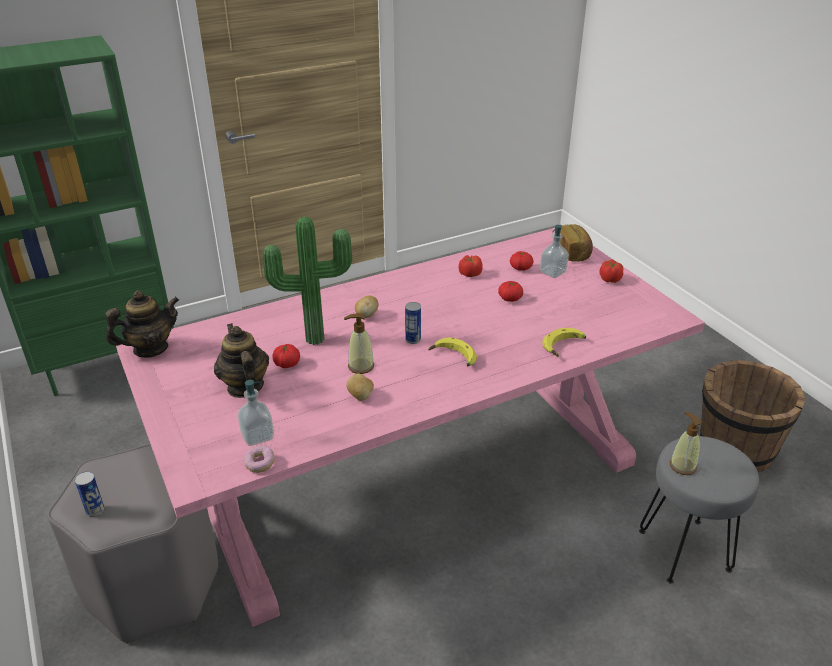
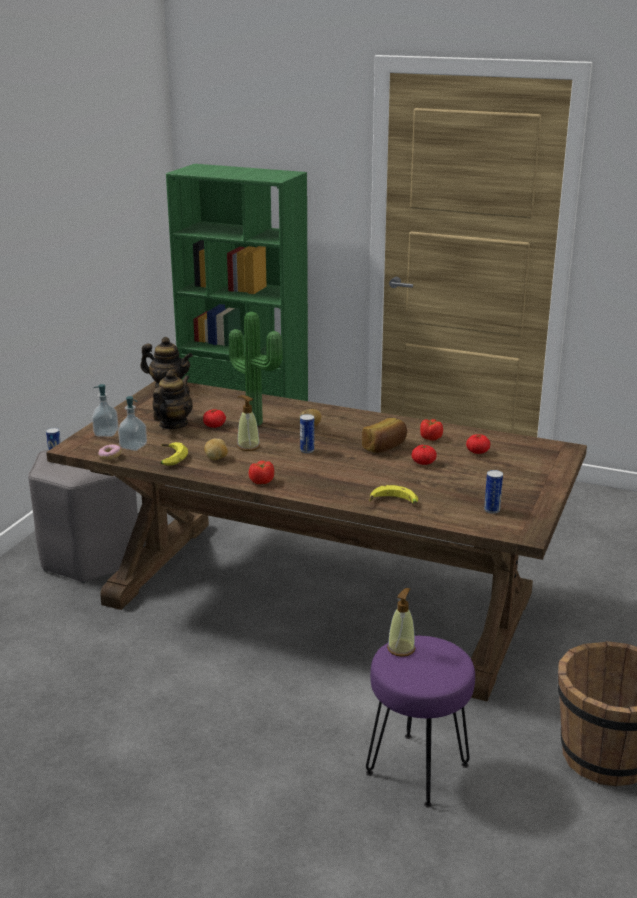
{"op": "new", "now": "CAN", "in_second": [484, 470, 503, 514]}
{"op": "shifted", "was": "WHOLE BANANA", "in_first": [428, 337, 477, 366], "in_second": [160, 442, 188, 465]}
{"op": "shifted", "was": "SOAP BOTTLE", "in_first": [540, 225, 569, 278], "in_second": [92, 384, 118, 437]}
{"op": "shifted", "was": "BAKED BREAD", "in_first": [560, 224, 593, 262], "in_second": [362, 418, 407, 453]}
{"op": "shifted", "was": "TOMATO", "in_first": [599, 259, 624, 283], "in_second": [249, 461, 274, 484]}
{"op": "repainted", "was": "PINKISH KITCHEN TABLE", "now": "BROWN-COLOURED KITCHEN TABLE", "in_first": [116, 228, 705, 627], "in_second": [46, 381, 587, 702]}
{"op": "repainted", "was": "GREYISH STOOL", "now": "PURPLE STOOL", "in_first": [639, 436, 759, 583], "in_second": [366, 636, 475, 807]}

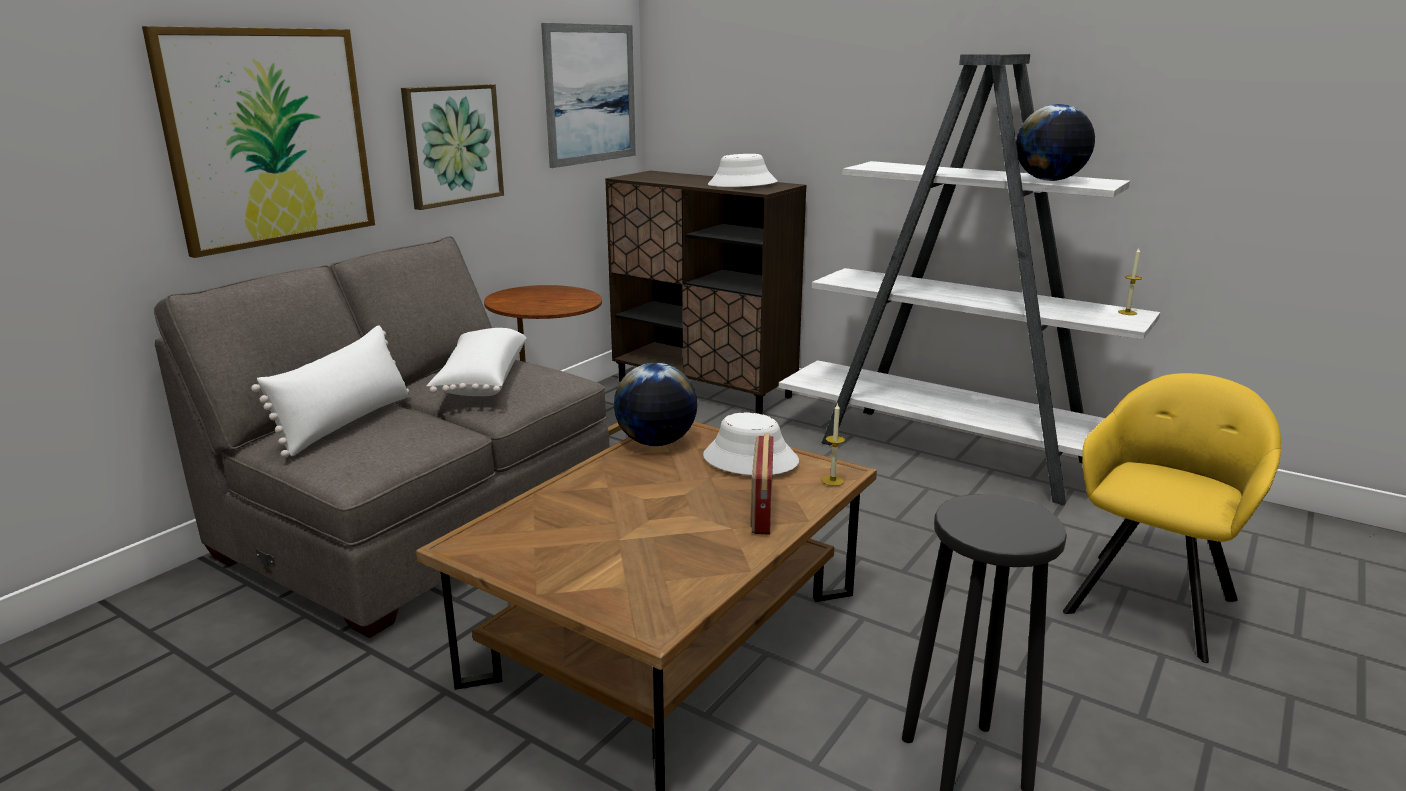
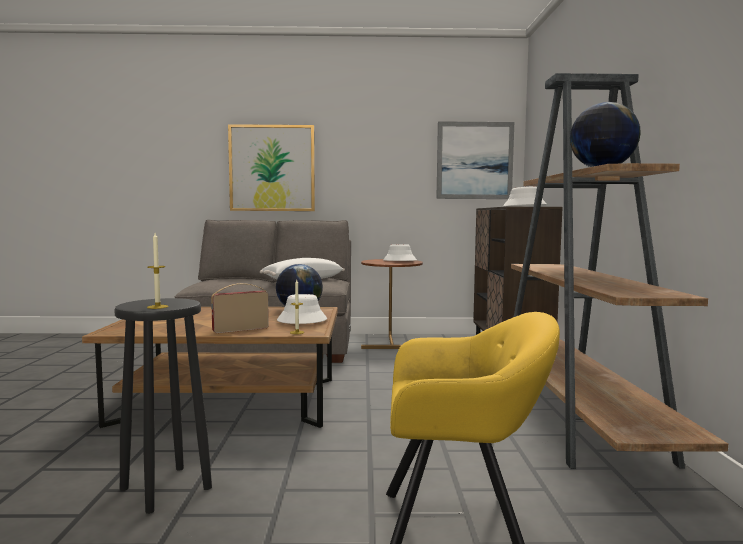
{"op": "gone", "was": "WHITISH CUSHION", "in_first": [251, 325, 409, 458]}
{"op": "gone", "was": "PICTURE", "in_first": [401, 84, 504, 210]}
{"op": "new", "now": "WHITISH WEARABLE HAT", "in_second": [383, 244, 417, 261]}
{"op": "shifted", "was": "CANDLE", "in_first": [1118, 248, 1142, 315], "in_second": [147, 233, 169, 309]}
{"op": "repainted", "was": "WHITISH BOOKSHELF", "now": "BROWN-COLOURED BOOKSHELF", "in_first": [779, 54, 1160, 505], "in_second": [511, 73, 728, 469]}

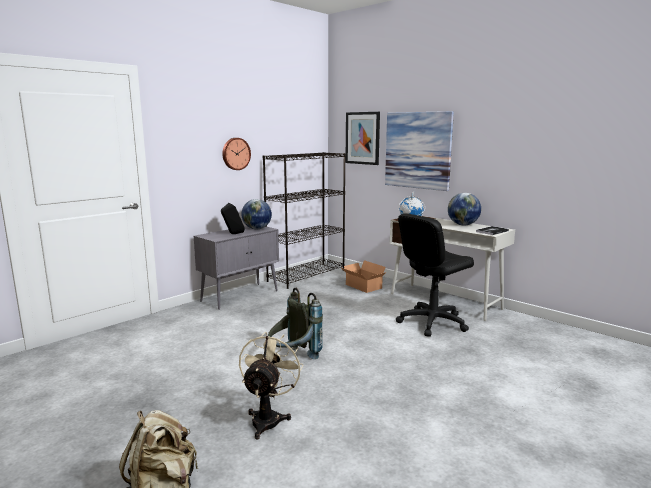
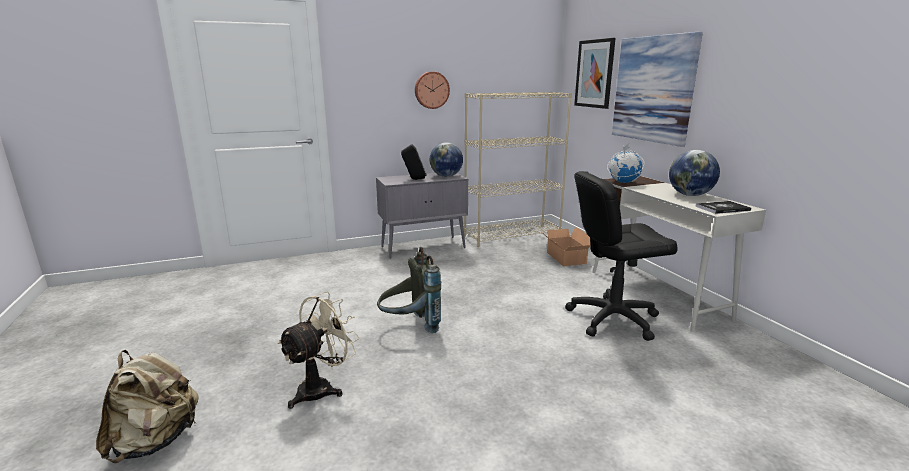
{"op": "repainted", "was": "BLACK BOOKSHELF", "now": "BEIGE-COLOURED BOOKSHELF", "in_first": [263, 152, 346, 289], "in_second": [464, 92, 572, 247]}

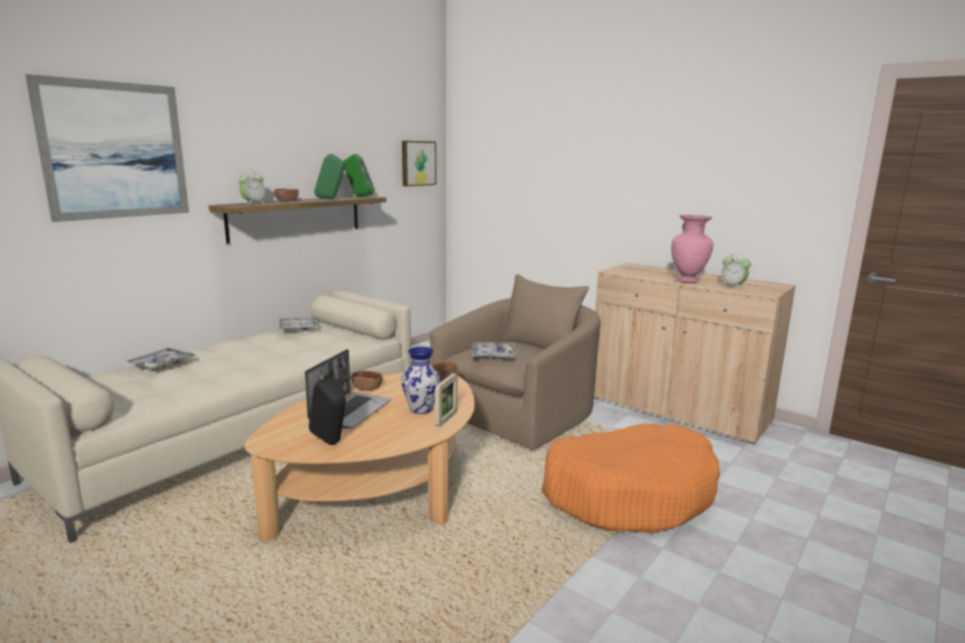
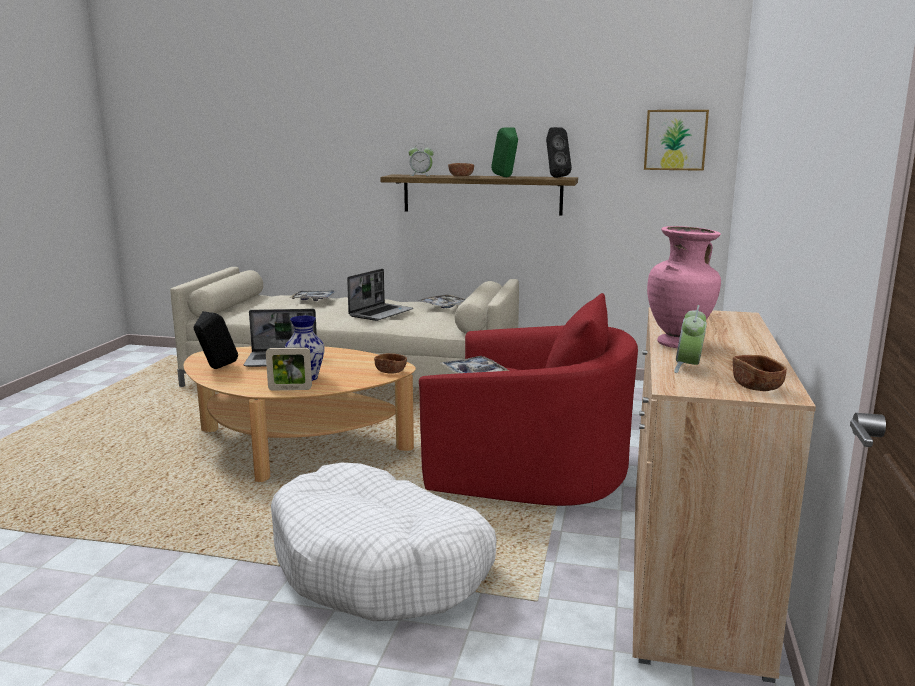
{"op": "gone", "was": "PICTURE", "in_first": [25, 74, 189, 222]}
{"op": "new", "now": "PORTABLE COMPUTER", "in_second": [347, 269, 413, 321]}
{"op": "shifted", "was": "BROWN-COLOURED BOWL", "in_first": [351, 370, 383, 391], "in_second": [733, 355, 787, 391]}
{"op": "repainted", "was": "GREEN LOUDSPEAKER", "now": "BLACK LOUDSPEAKER", "in_first": [344, 154, 374, 197], "in_second": [546, 127, 572, 178]}
{"op": "repainted", "was": "BEIGE-COLOURED EASY CHAIR", "now": "REDDISH EASY CHAIR", "in_first": [430, 274, 601, 450], "in_second": [419, 293, 638, 506]}
{"op": "repainted", "was": "ORANGE DOG CUSHION", "now": "WHITISH DOG CUSHION", "in_first": [541, 423, 720, 533], "in_second": [271, 463, 497, 621]}

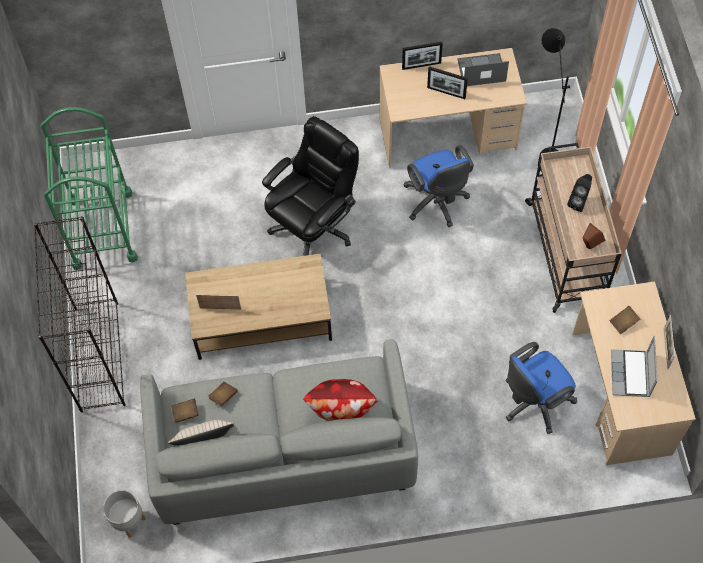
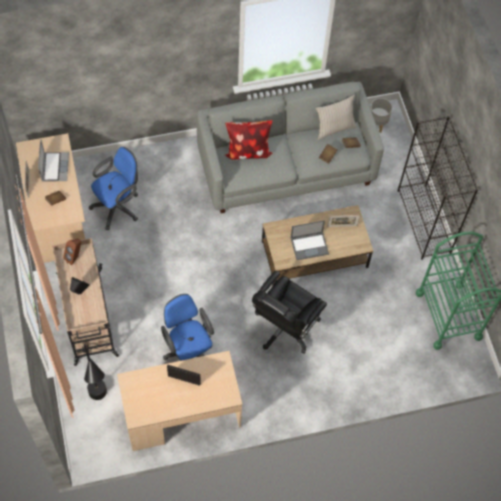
{"op": "gone", "was": "PHOTO FRAME", "in_first": [402, 42, 443, 70]}
{"op": "shifted", "was": "PORTABLE COMPUTER", "in_first": [458, 53, 509, 86], "in_second": [291, 220, 329, 260]}

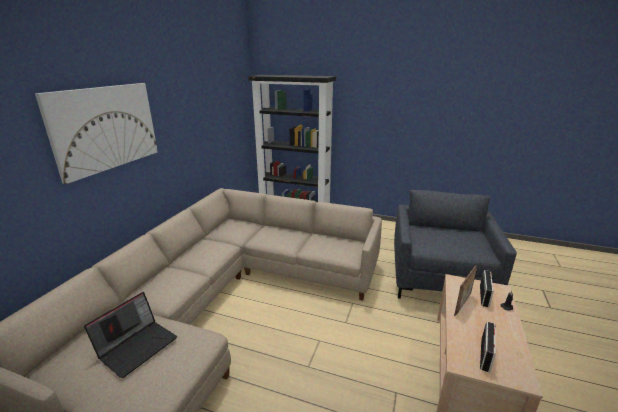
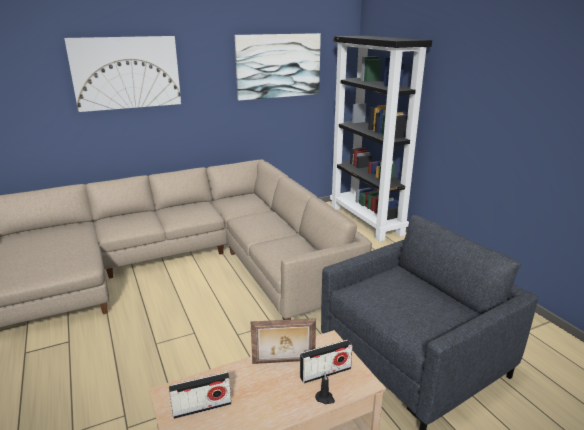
{"op": "gone", "was": "PORTABLE COMPUTER", "in_first": [84, 292, 177, 378]}
{"op": "new", "now": "PICTURE", "in_second": [235, 33, 321, 101]}

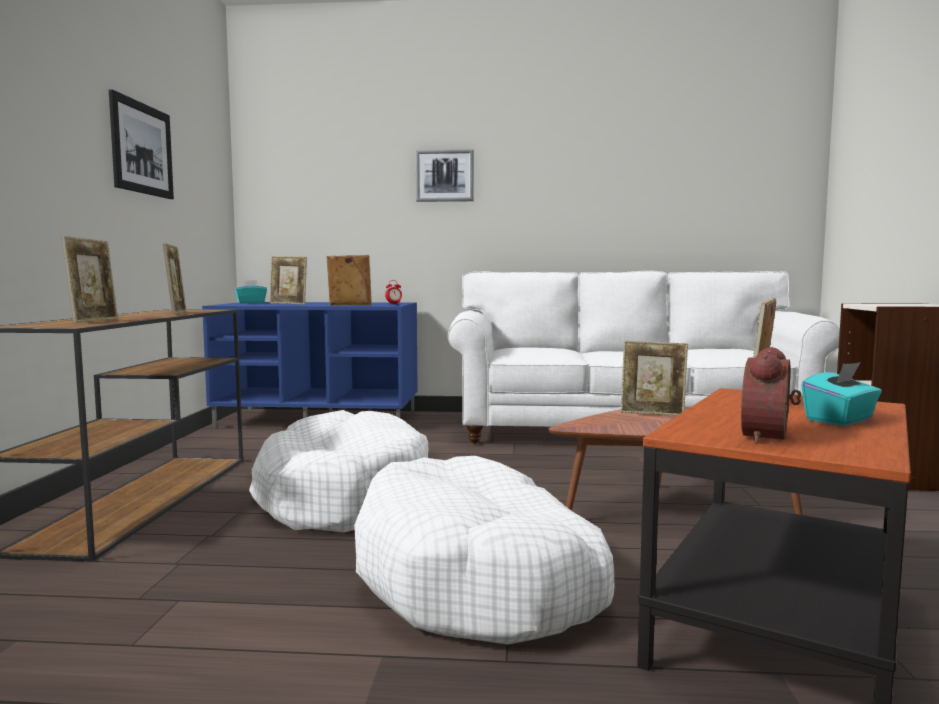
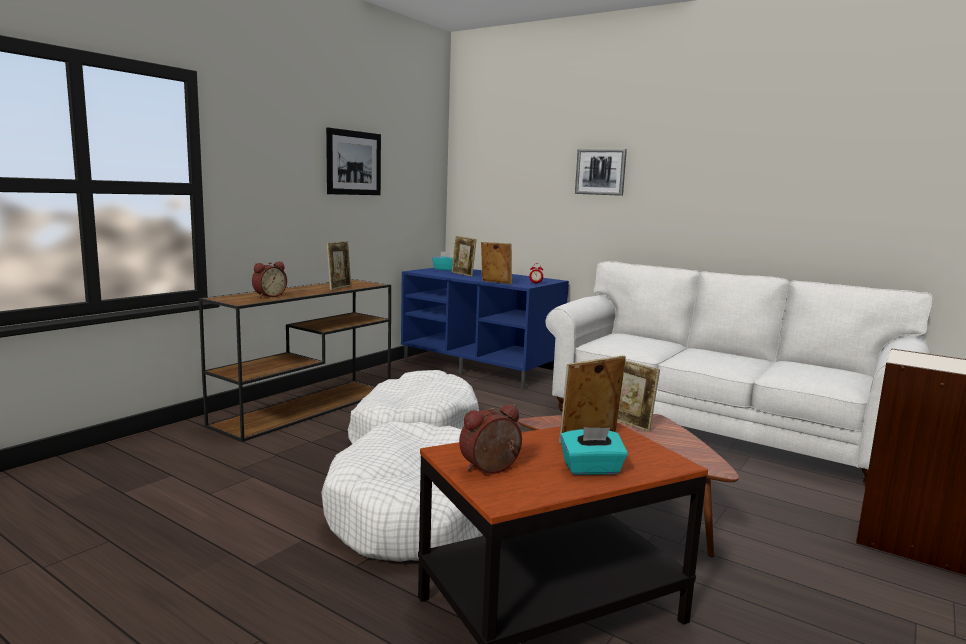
{"op": "swapped", "was": "PHOTO FRAME", "now": "ALARM CLOCK", "in_first": [62, 236, 118, 323], "in_second": [252, 262, 287, 298]}

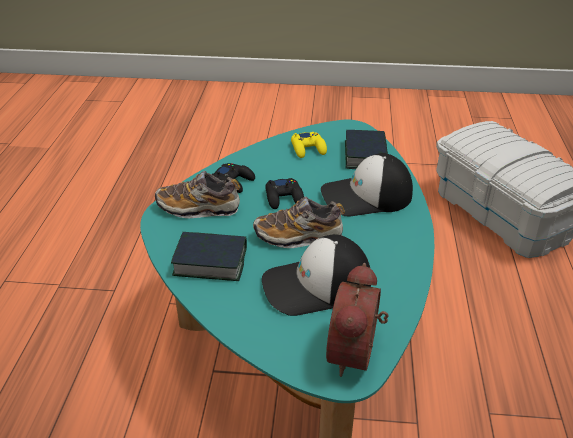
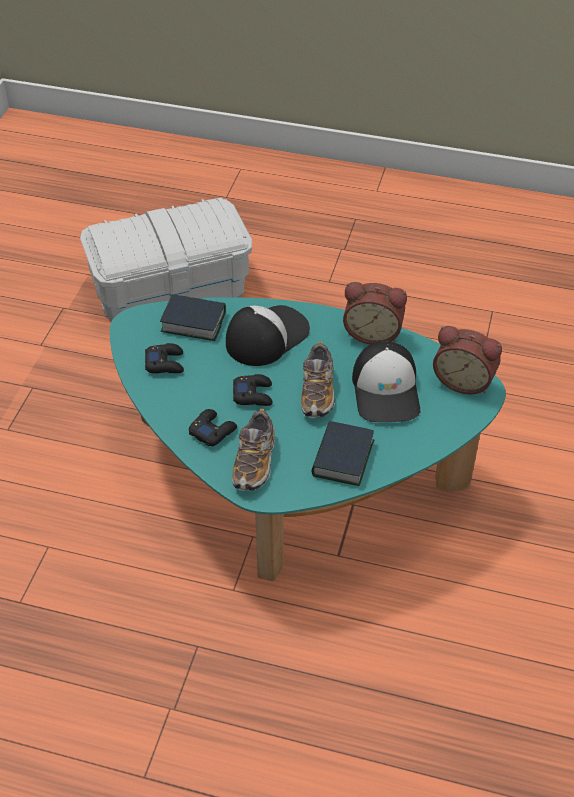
{"op": "new", "now": "ALARM CLOCK", "in_second": [343, 282, 407, 345]}
{"op": "repainted", "was": "YELLOW GAMEPAD", "now": "BLACK GAMEPAD", "in_first": [291, 132, 327, 158], "in_second": [145, 343, 184, 373]}
{"op": "rotated", "was": "PEAKED CAP", "in_first": [321, 153, 413, 216], "in_second": [226, 305, 310, 366], "clockwise": -135}

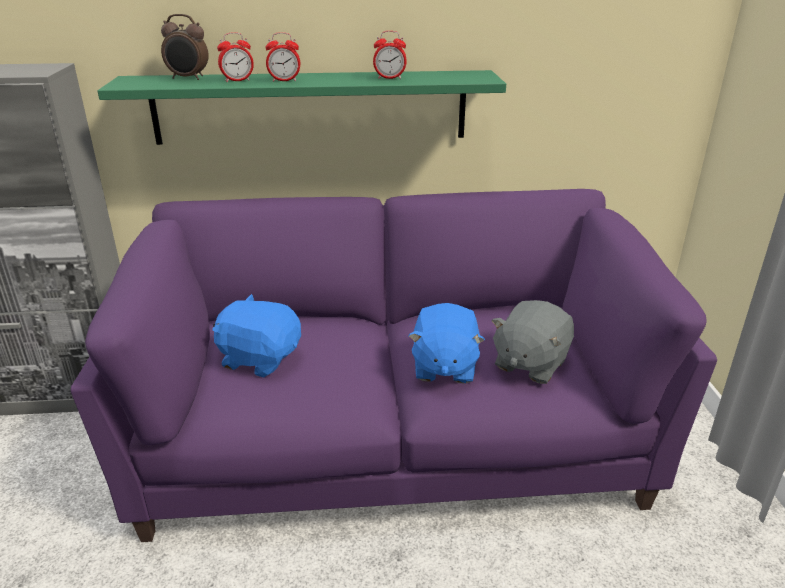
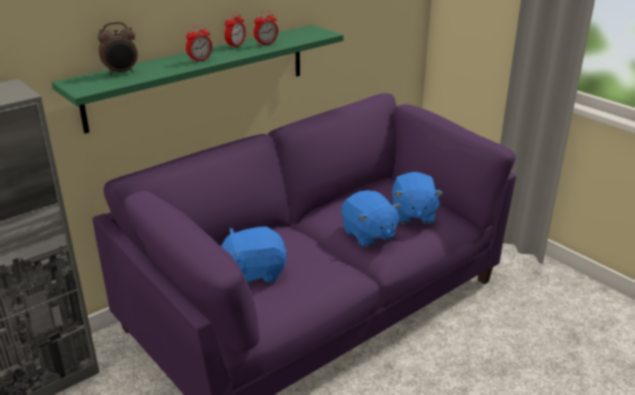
{"op": "shifted", "was": "ALARM CLOCK", "in_first": [217, 32, 254, 82], "in_second": [225, 12, 246, 49]}
{"op": "repainted", "was": "GREYISH CUDDLY TOY", "now": "BLUE-COLOURED CUDDLY TOY", "in_first": [492, 300, 574, 384], "in_second": [392, 172, 443, 224]}

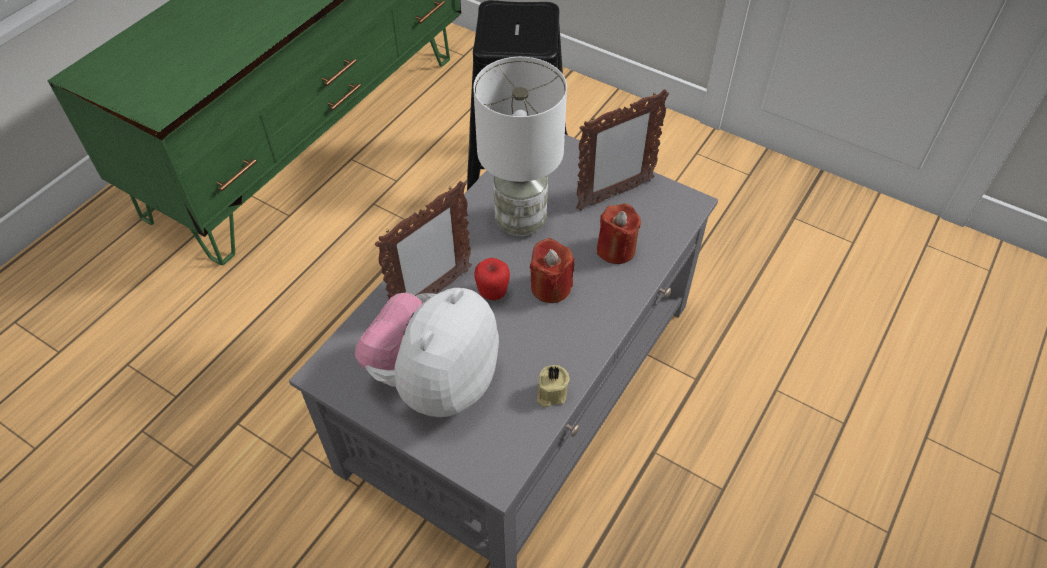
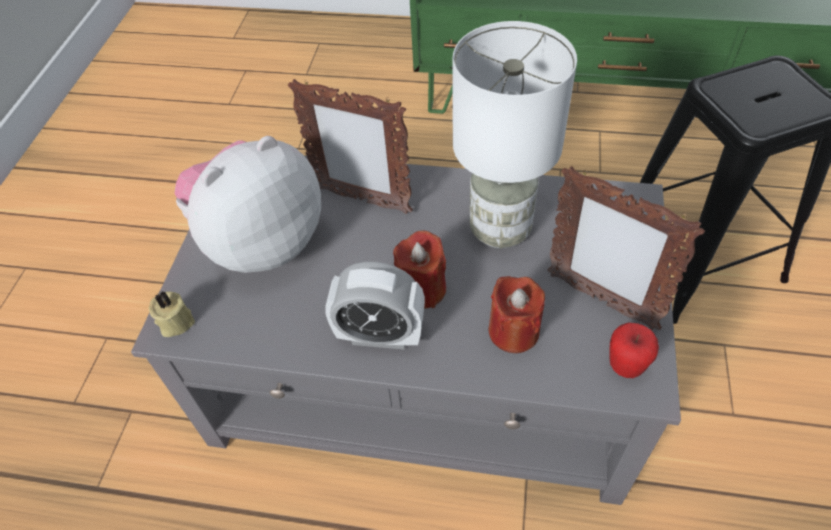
{"op": "new", "now": "ALARM CLOCK", "in_second": [325, 262, 425, 349]}
{"op": "shifted", "was": "APPLE FRUIT", "in_first": [474, 258, 510, 300], "in_second": [610, 322, 659, 378]}
{"op": "shifted", "was": "BEIGE-COLOURED CANDLE", "in_first": [537, 365, 569, 407], "in_second": [149, 291, 195, 337]}
{"op": "rotated", "was": "CUDDLY TOY", "in_first": [355, 288, 499, 417], "in_second": [175, 136, 321, 273], "clockwise": -45}

